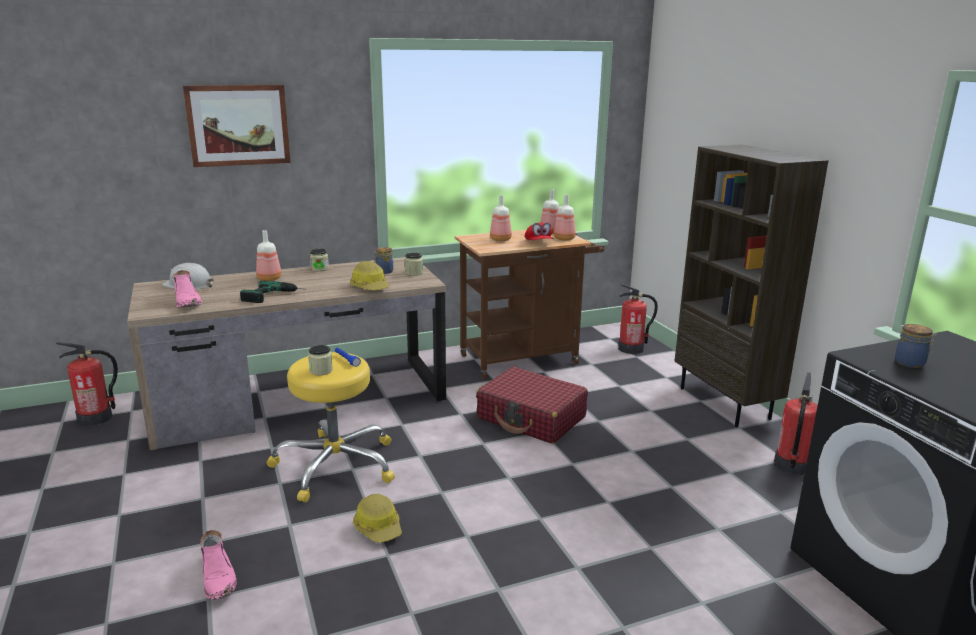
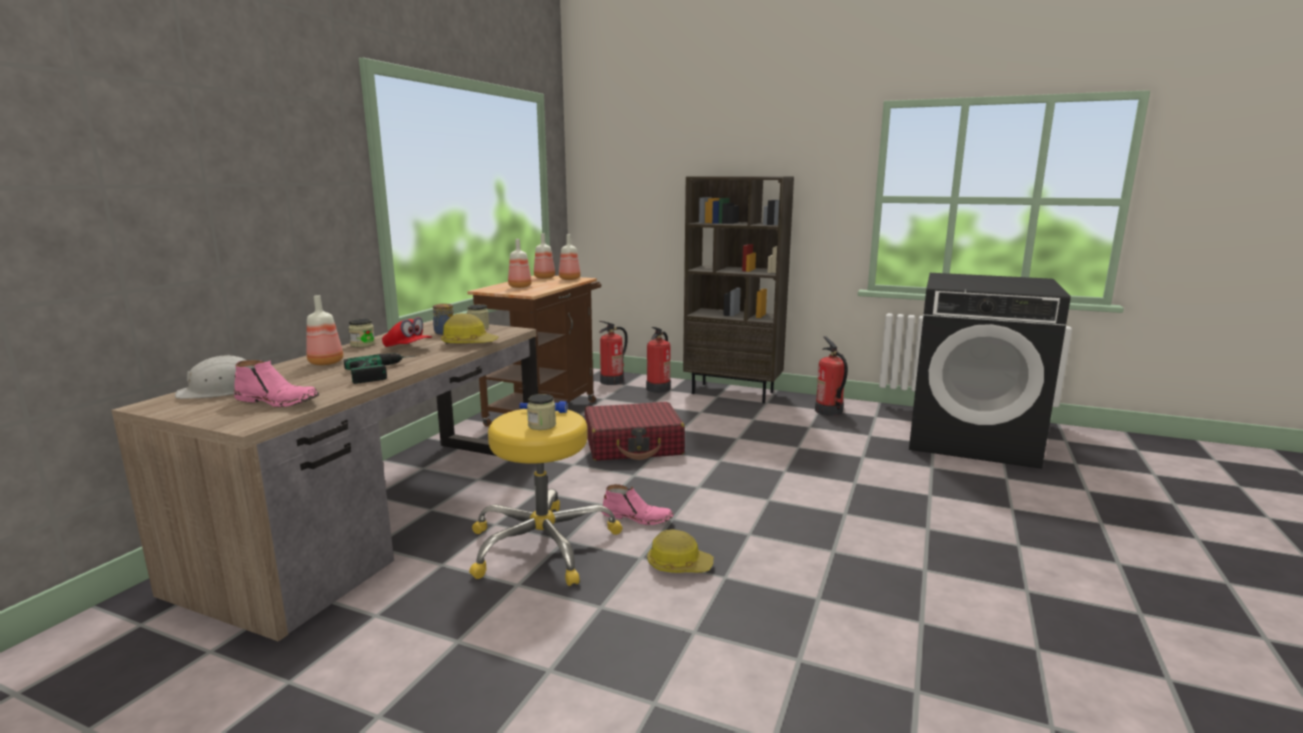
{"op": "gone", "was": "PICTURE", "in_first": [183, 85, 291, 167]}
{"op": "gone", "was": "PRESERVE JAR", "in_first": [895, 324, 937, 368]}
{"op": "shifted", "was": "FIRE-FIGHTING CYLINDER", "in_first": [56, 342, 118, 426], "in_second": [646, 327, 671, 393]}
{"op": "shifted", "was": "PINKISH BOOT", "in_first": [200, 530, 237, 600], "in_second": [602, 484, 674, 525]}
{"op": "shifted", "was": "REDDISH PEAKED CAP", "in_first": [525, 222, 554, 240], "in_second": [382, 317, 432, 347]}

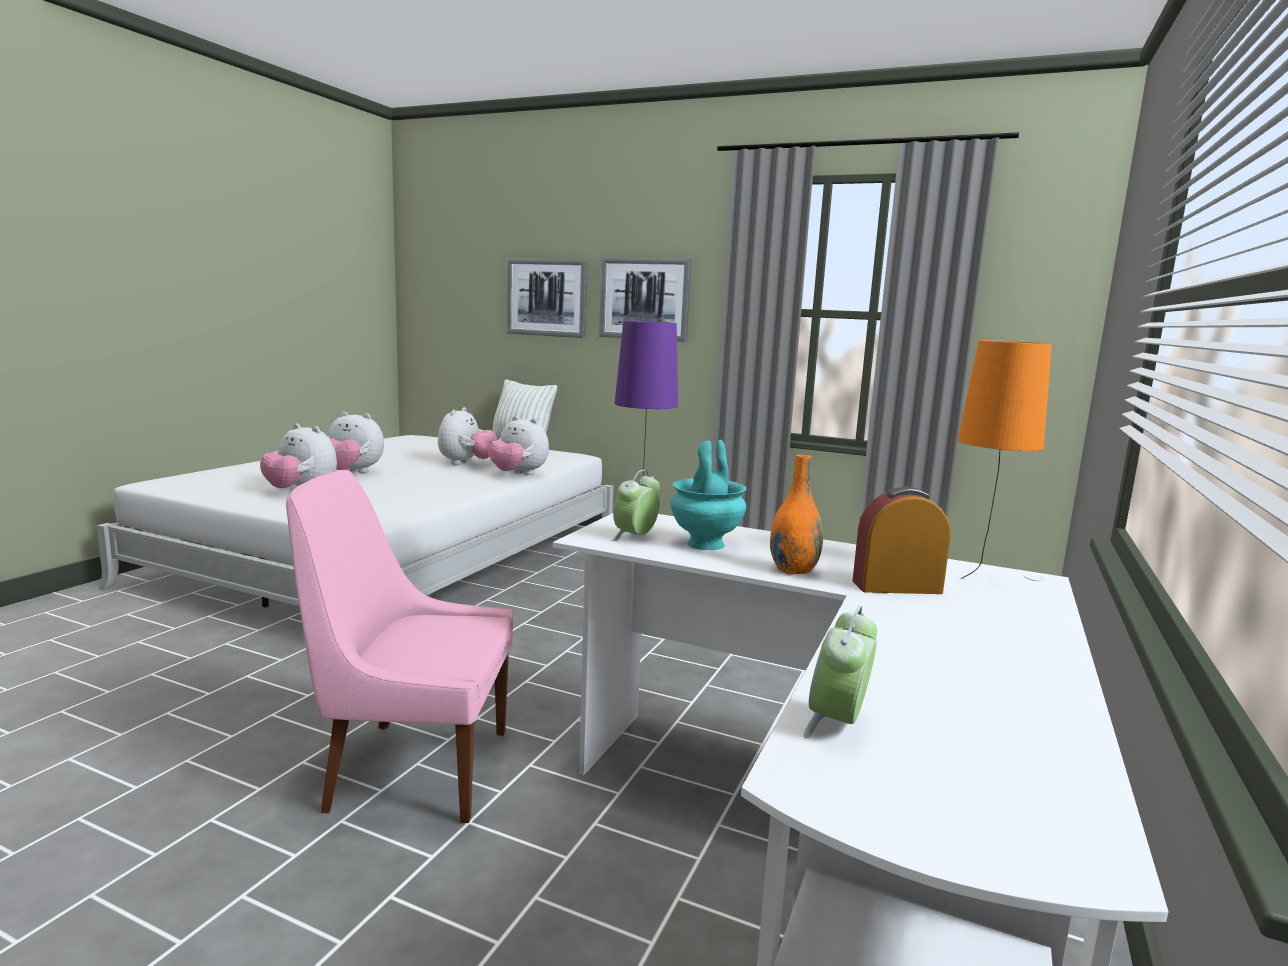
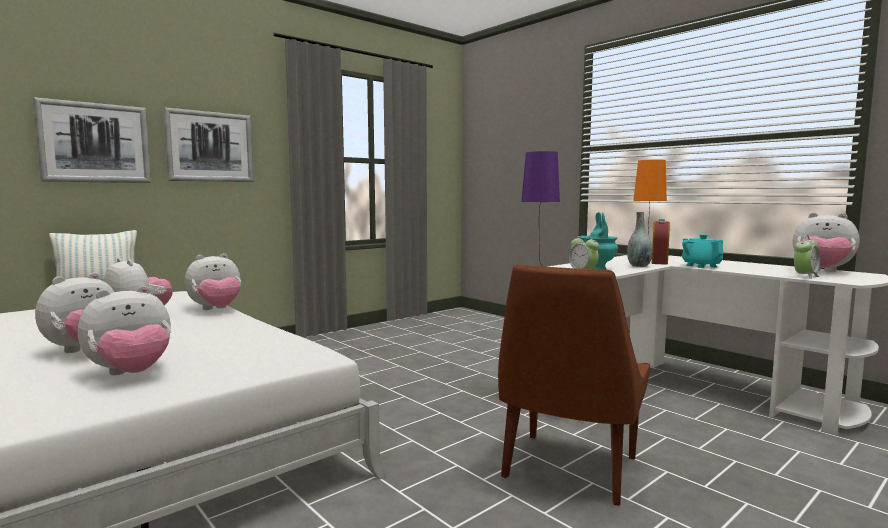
{"op": "new", "now": "TURQUOISE POT FOR TEA", "in_second": [682, 234, 724, 268]}
{"op": "new", "now": "CUDDLY TOY", "in_second": [793, 212, 860, 272]}
{"op": "repainted", "was": "PINKISH UPRIGHT CHAIR", "now": "BROWN-COLOURED UPRIGHT CHAIR", "in_first": [286, 470, 513, 823], "in_second": [498, 264, 650, 506]}
{"op": "repainted", "was": "ORANGE FLOWER VASE", "now": "GREYISH FLOWER VASE", "in_first": [770, 455, 823, 574], "in_second": [627, 212, 653, 267]}
{"op": "rotated", "was": "ALARM CLOCK", "in_first": [803, 605, 877, 738], "in_second": [794, 235, 820, 279], "clockwise": -90}

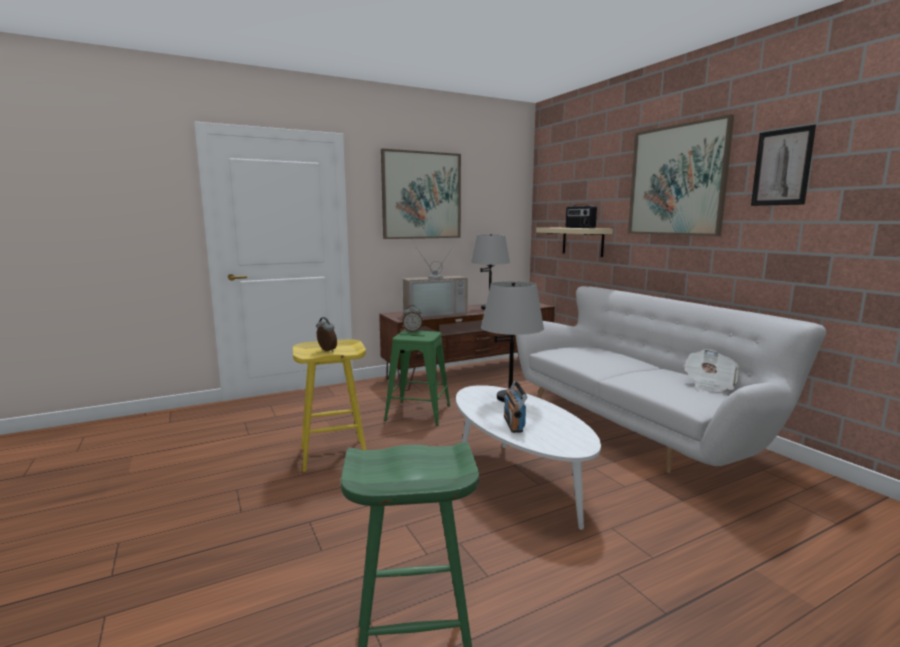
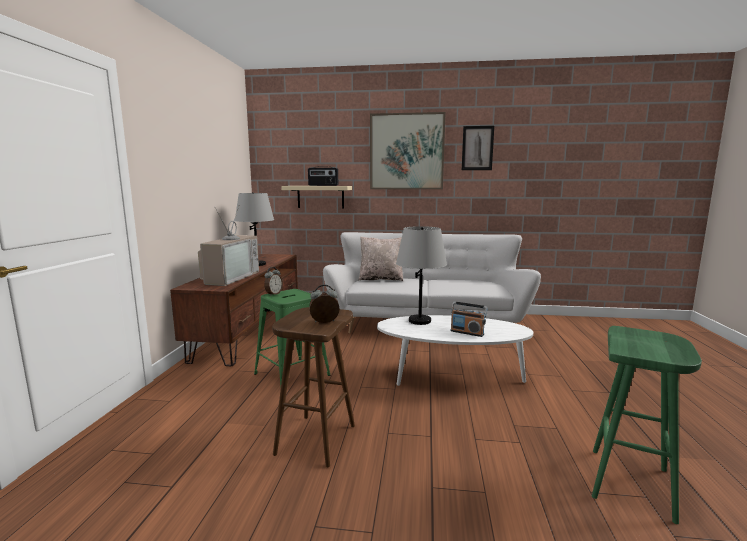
{"op": "gone", "was": "PICTURE", "in_first": [381, 148, 461, 239]}
{"op": "gone", "was": "PRINTED PAPER", "in_first": [683, 349, 739, 392]}
{"op": "new", "now": "BEIGE-COLOURED CUSHION", "in_second": [358, 237, 403, 281]}
{"op": "repainted", "was": "YELLOW STOOL", "now": "BROWN-COLOURED STOOL", "in_first": [293, 339, 366, 472], "in_second": [272, 307, 355, 467]}

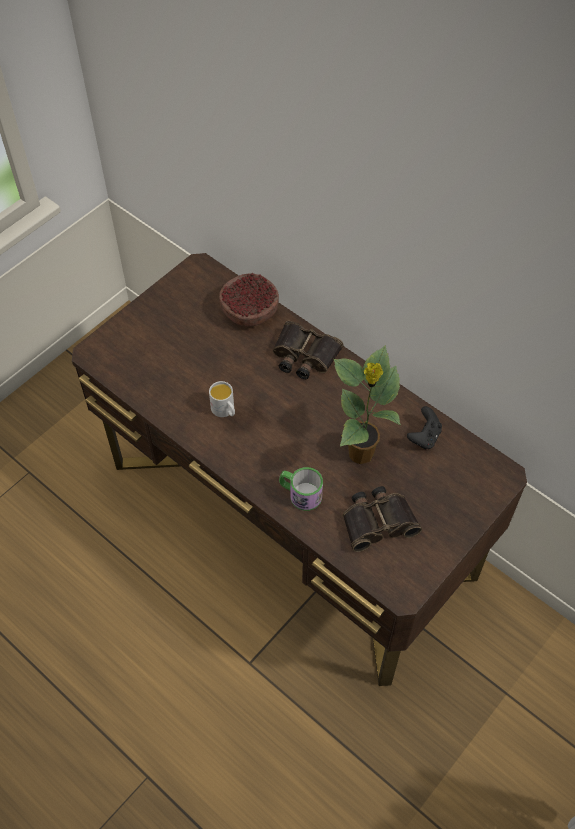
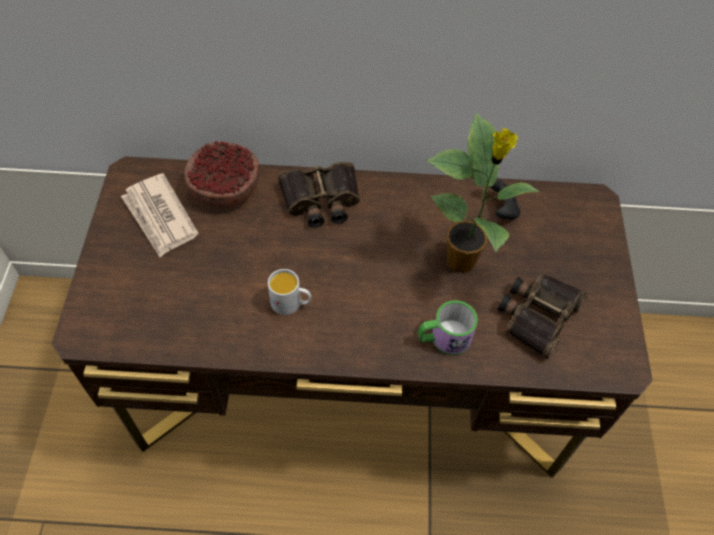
{"op": "new", "now": "PRINTED PAPER", "in_second": [121, 173, 199, 257]}

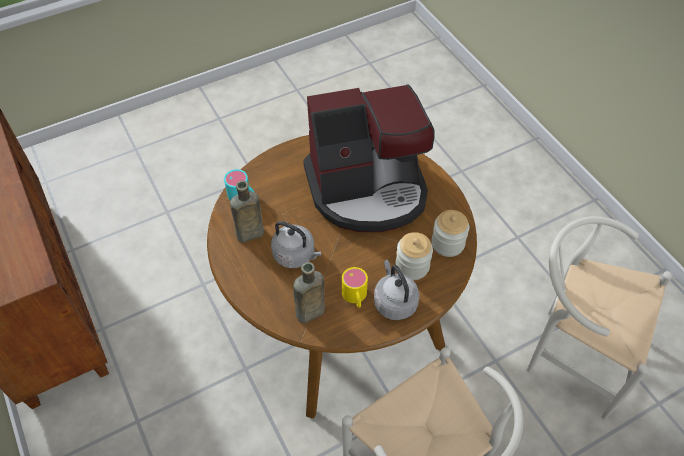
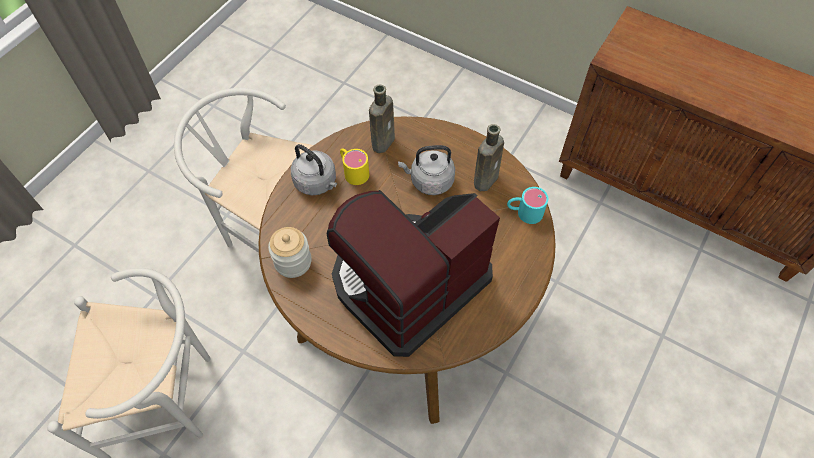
{"op": "gone", "was": "PRESERVE JAR", "in_first": [395, 232, 433, 280]}

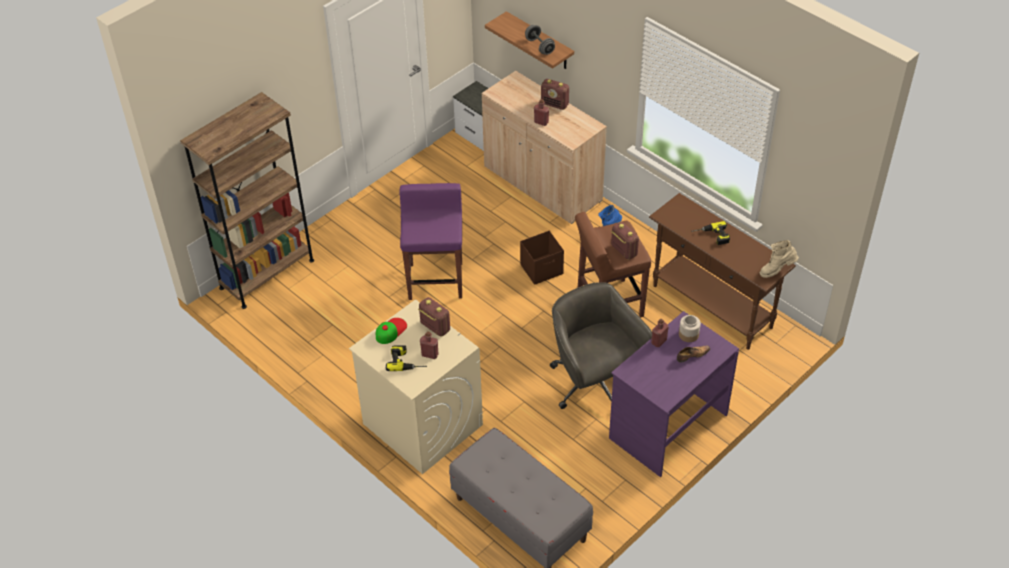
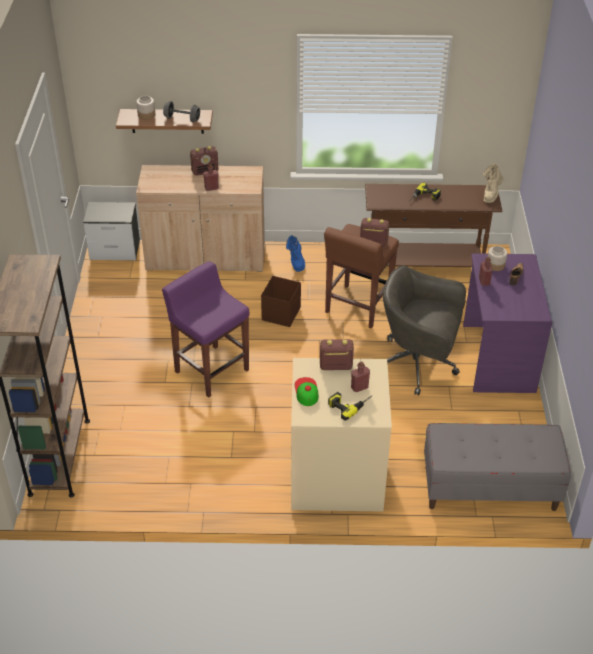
{"op": "new", "now": "PRESERVE JAR", "in_second": [136, 96, 155, 120]}

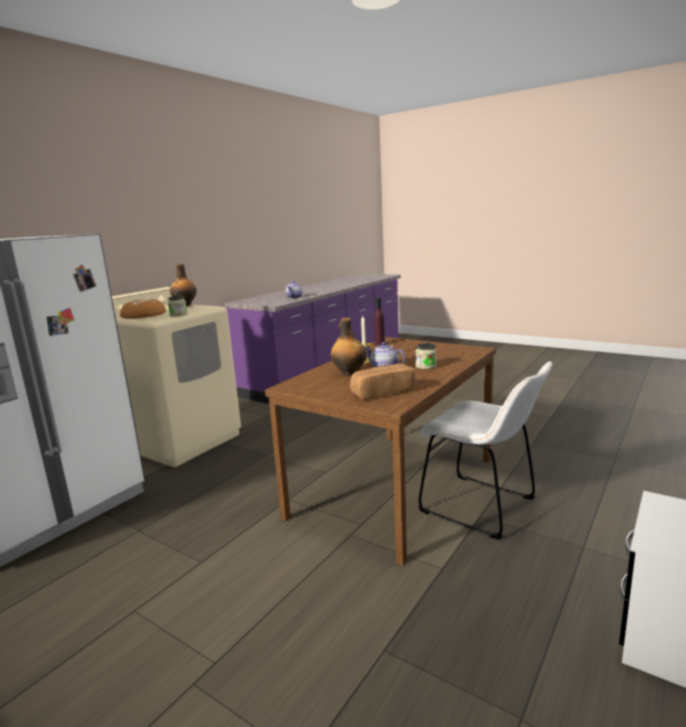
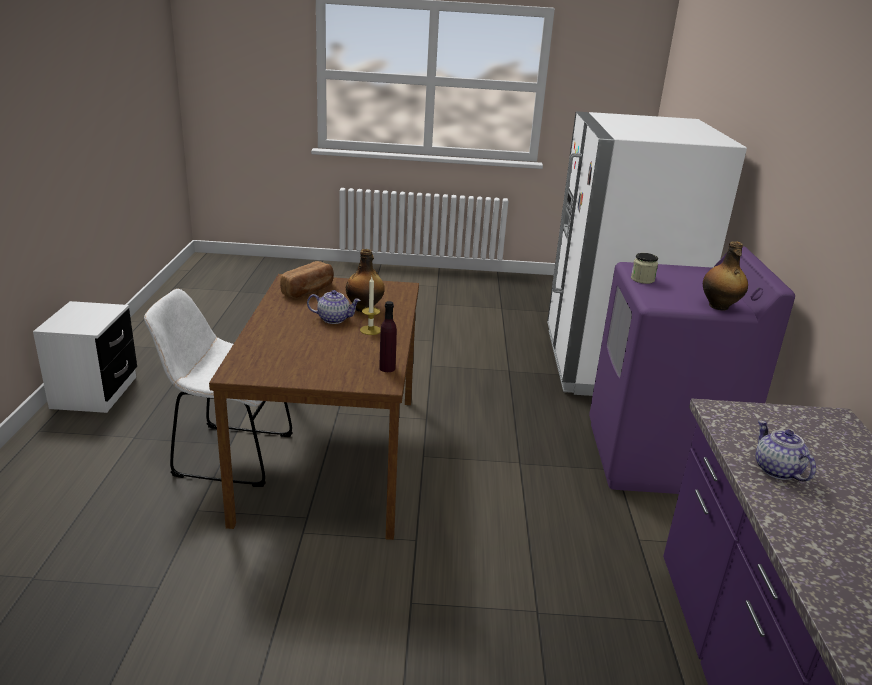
{"op": "gone", "was": "BAKED BREAD", "in_first": [120, 299, 166, 319]}
{"op": "gone", "was": "PRESERVE JAR", "in_first": [415, 343, 436, 369]}
{"op": "repainted", "was": "BEIGE-COLOURED WASHING MACHINE", "now": "PURPLE WASHING MACHINE", "in_first": [112, 287, 241, 467], "in_second": [589, 246, 795, 494]}

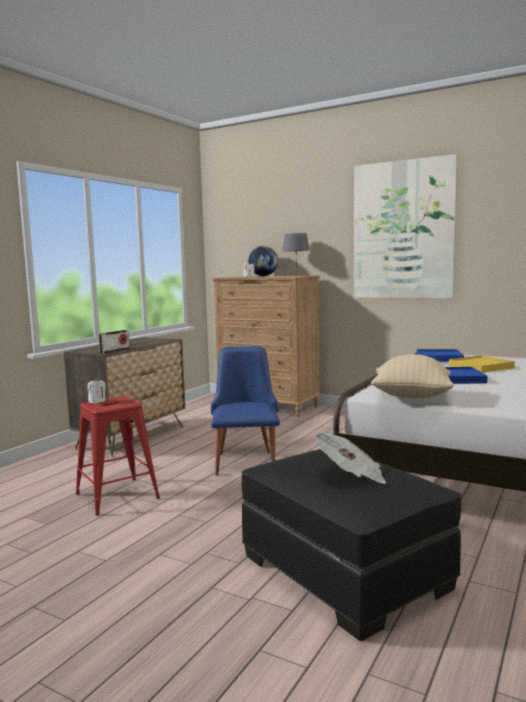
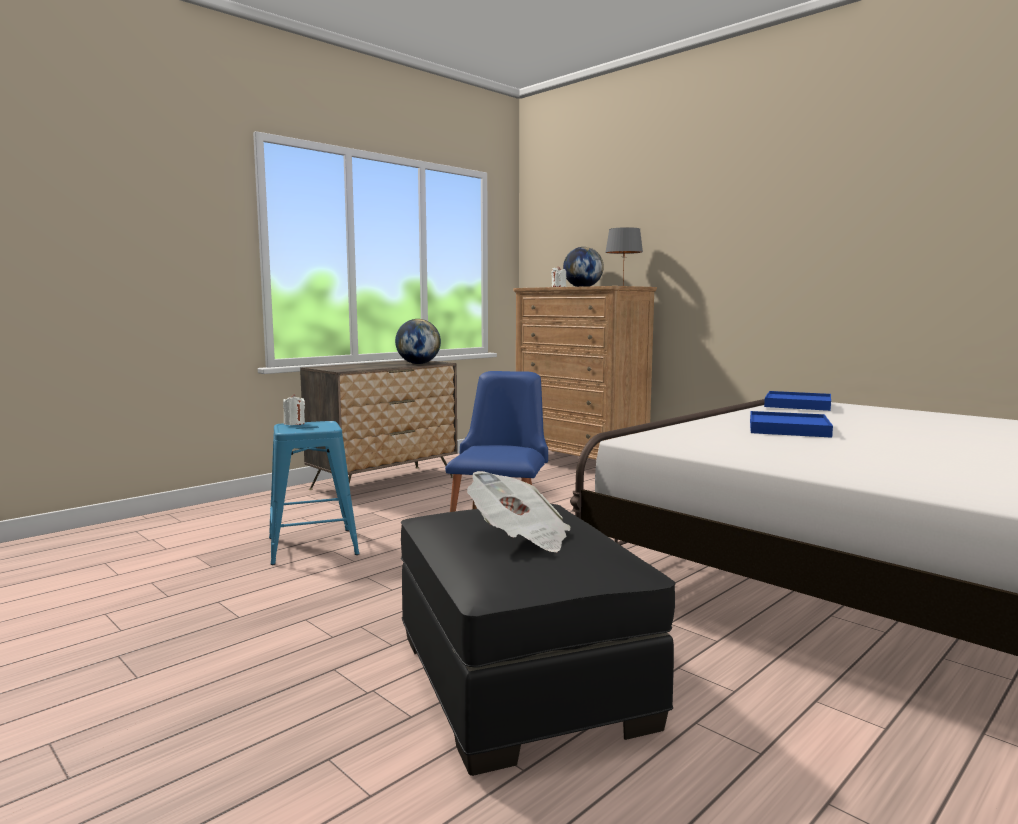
{"op": "gone", "was": "RADIO SET", "in_first": [98, 330, 130, 354]}
{"op": "gone", "was": "PICTURE", "in_first": [354, 154, 458, 299]}
{"op": "gone", "was": "BEIGE-COLOURED CUSHION", "in_first": [371, 354, 454, 399]}
{"op": "gone", "was": "YELLOW CARRYING TRAY", "in_first": [449, 355, 515, 373]}
{"op": "new", "now": "GLOBE", "in_second": [395, 319, 441, 364]}
{"op": "repainted", "was": "REDDISH STOOL", "now": "BLUE-COLOURED STOOL", "in_first": [76, 396, 160, 516], "in_second": [269, 421, 360, 565]}

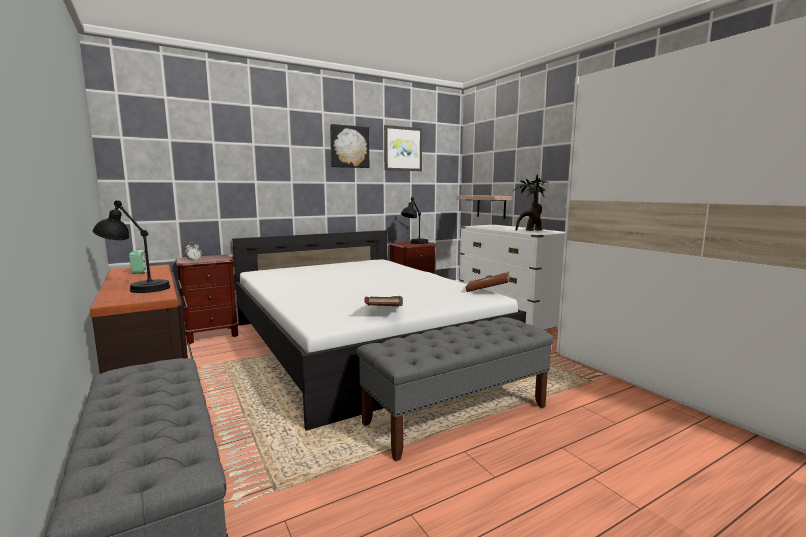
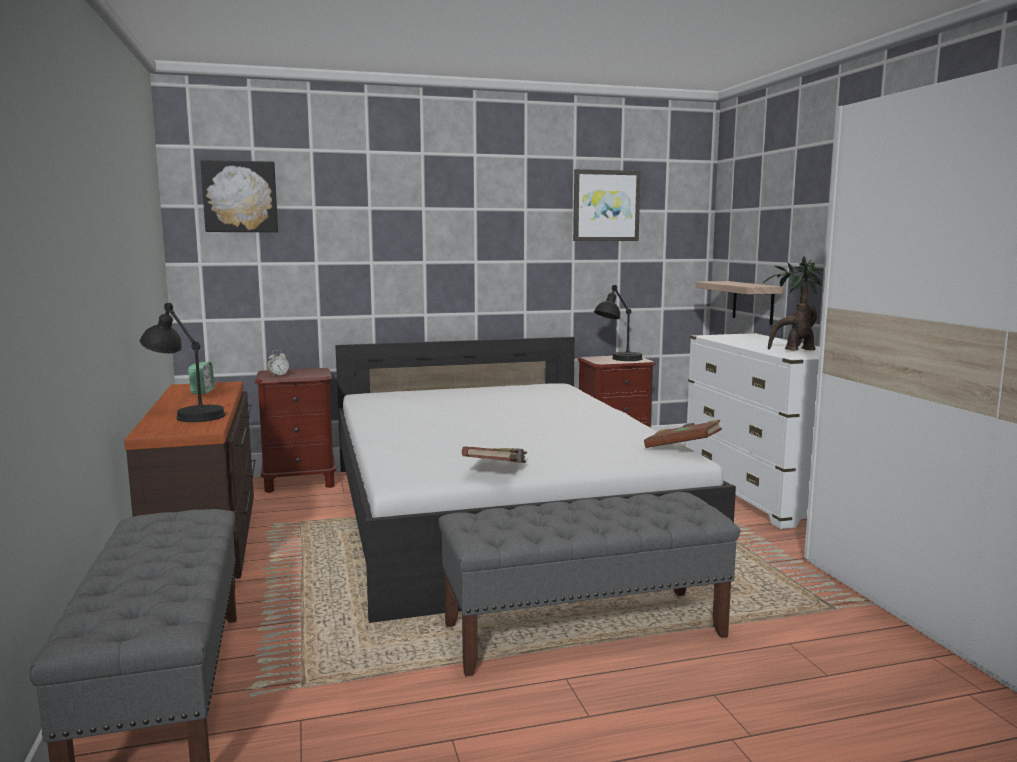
{"op": "shifted", "was": "PICTURE", "in_first": [330, 124, 369, 168], "in_second": [200, 160, 278, 232]}

